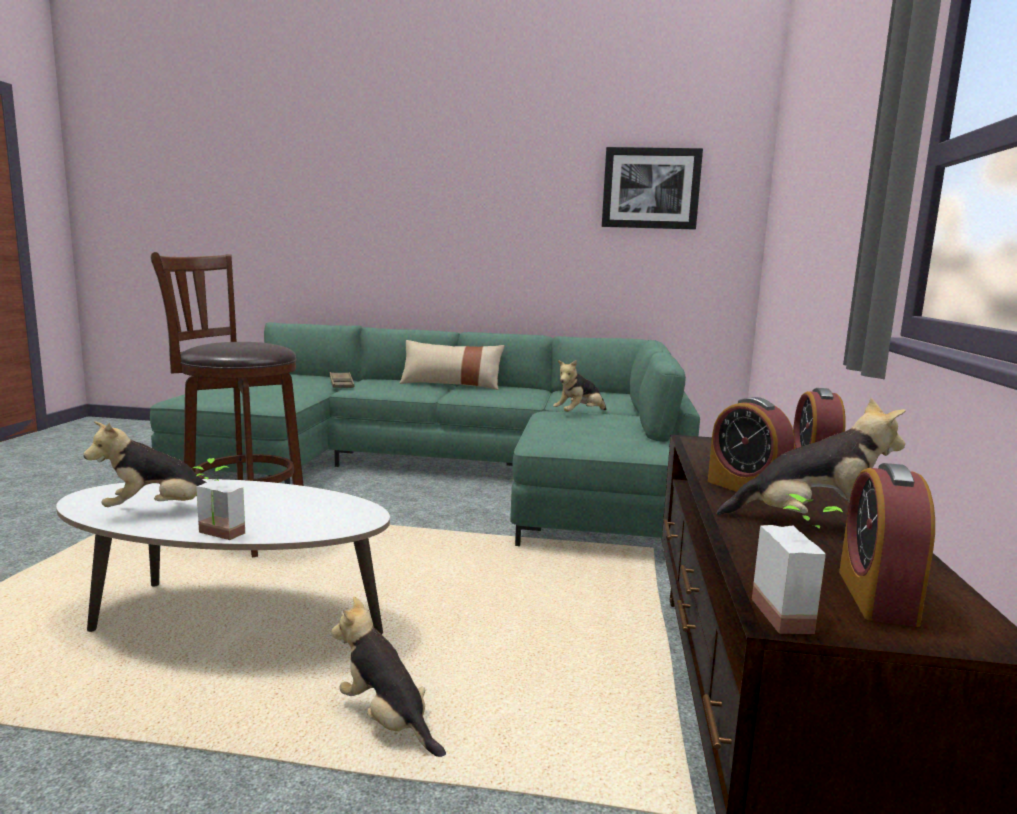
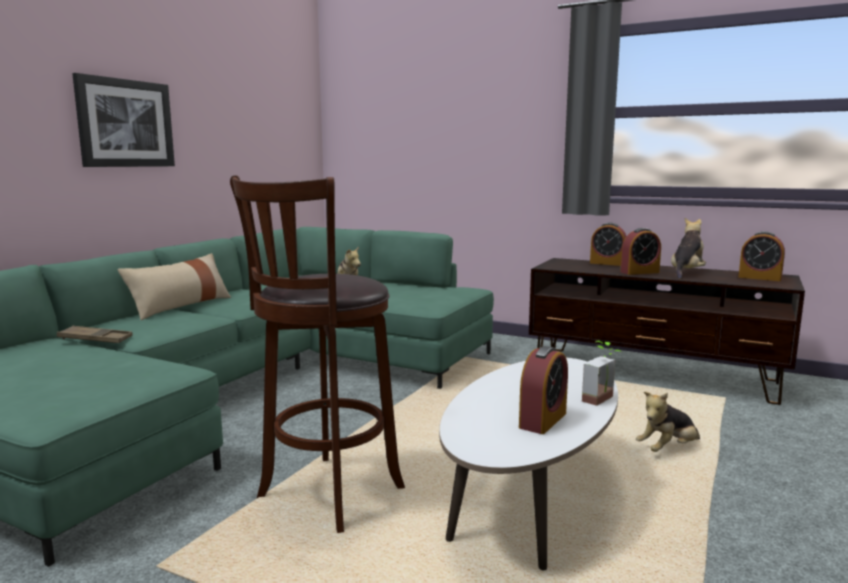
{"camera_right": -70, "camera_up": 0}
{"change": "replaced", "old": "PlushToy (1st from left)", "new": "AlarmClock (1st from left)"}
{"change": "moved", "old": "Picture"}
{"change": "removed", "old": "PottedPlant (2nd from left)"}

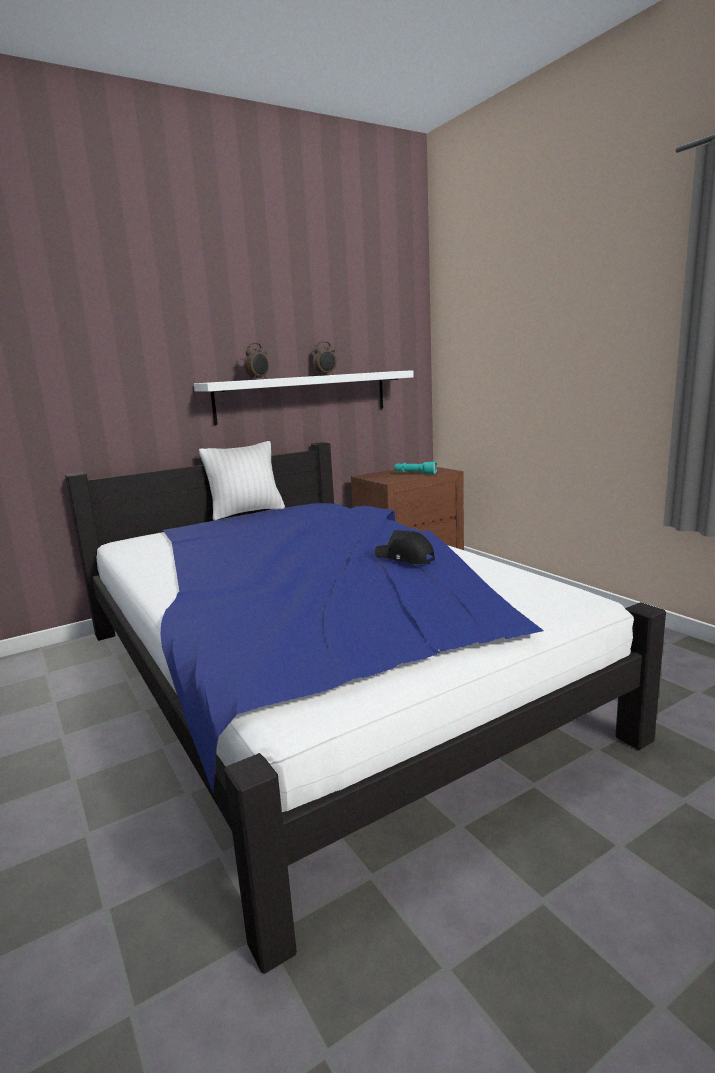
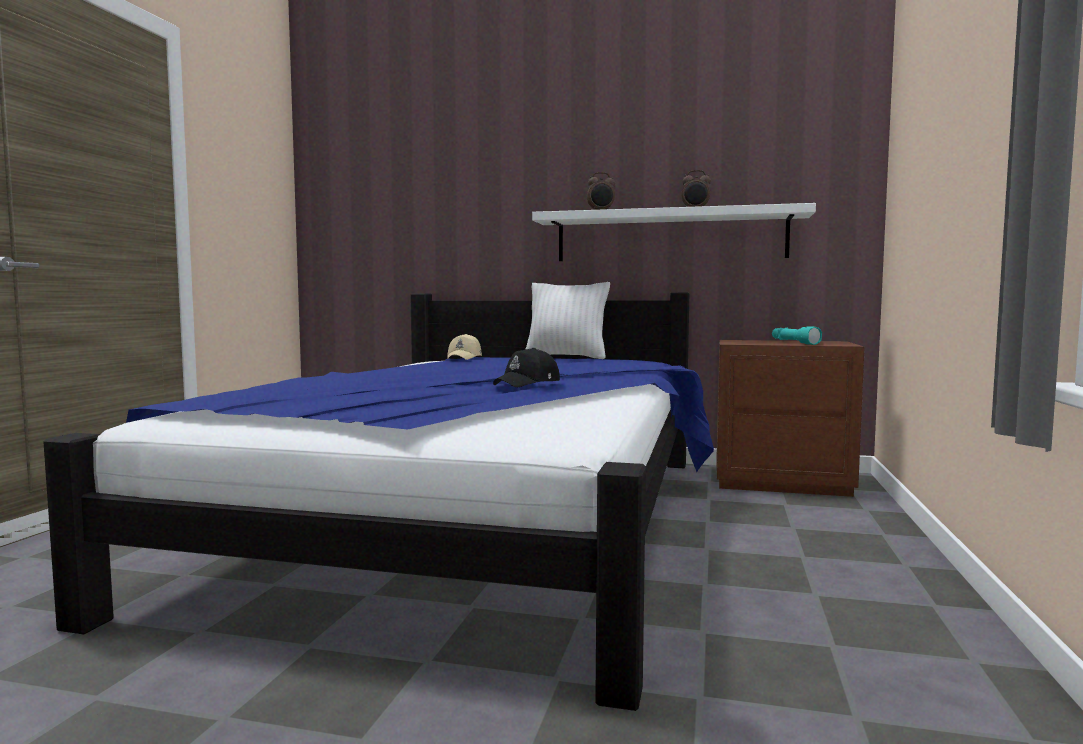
{"camera_right": 45, "camera_up": -10}
{"change": "turned", "old": "BlackCap", "degrees": -135}
{"change": "added", "new": "BeigeCap"}

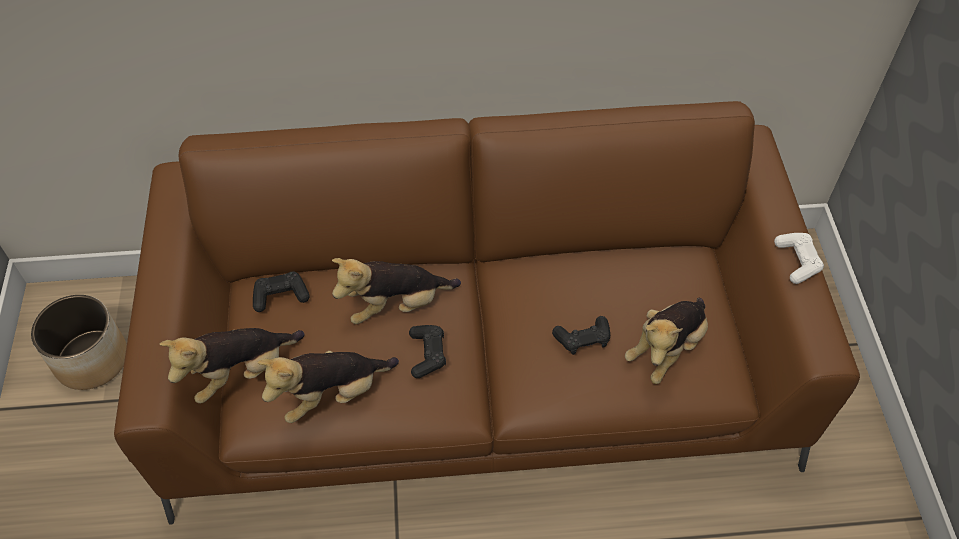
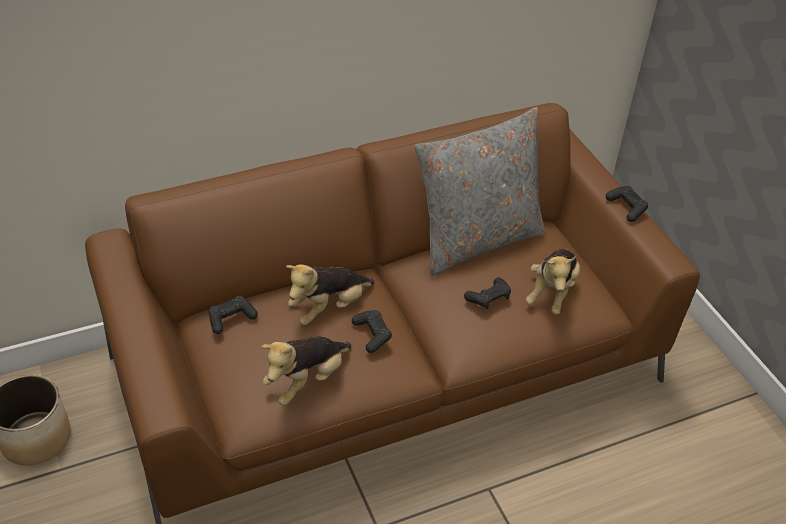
{"camera_right": -20, "camera_up": -10}
{"change": "removed", "old": "PlushToy (1st from left)"}
{"change": "recoloured", "old": "WhiteGameController", "new": "BlackGameController (4th from left)"}
{"change": "added", "new": "GreyPillow"}

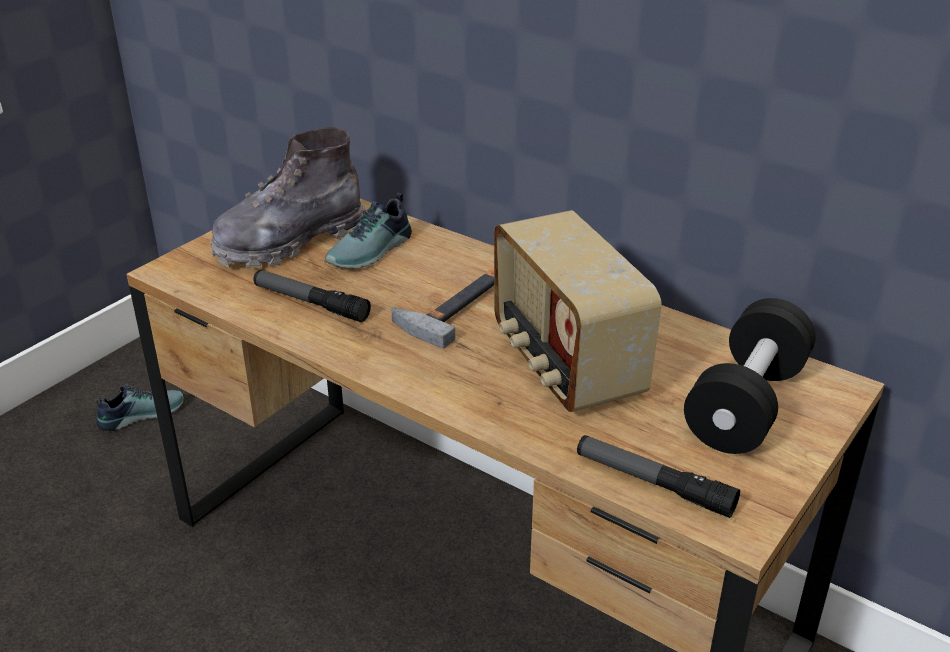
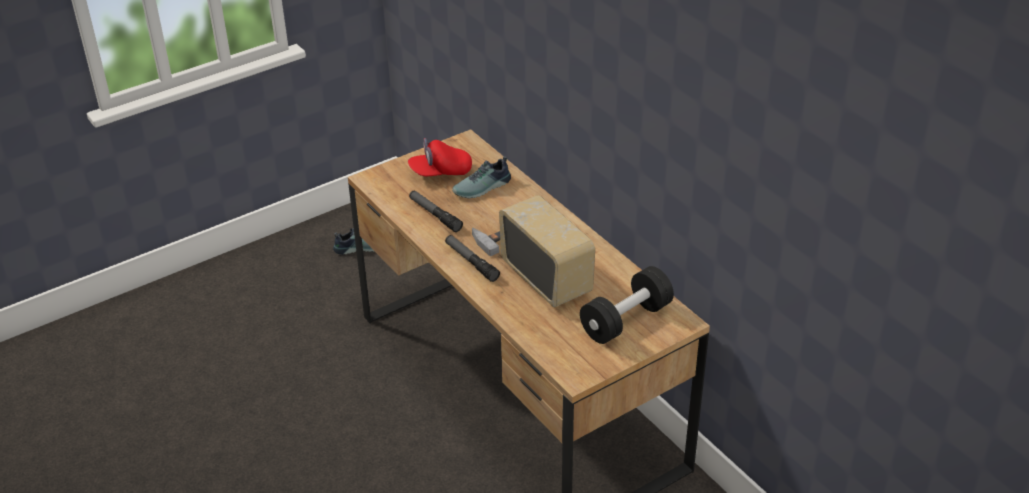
{"camera_right": 20, "camera_up": 5}
{"change": "replaced", "old": "GreyBoot", "new": "RedCap"}
{"change": "turned", "old": "Radio", "degrees": 150}
{"change": "moved", "old": "Flashlight (2nd from left)"}

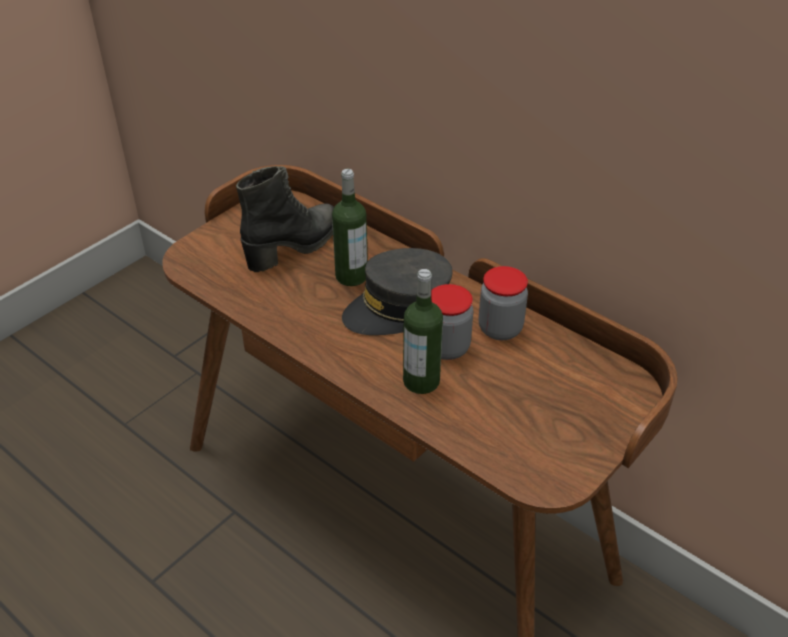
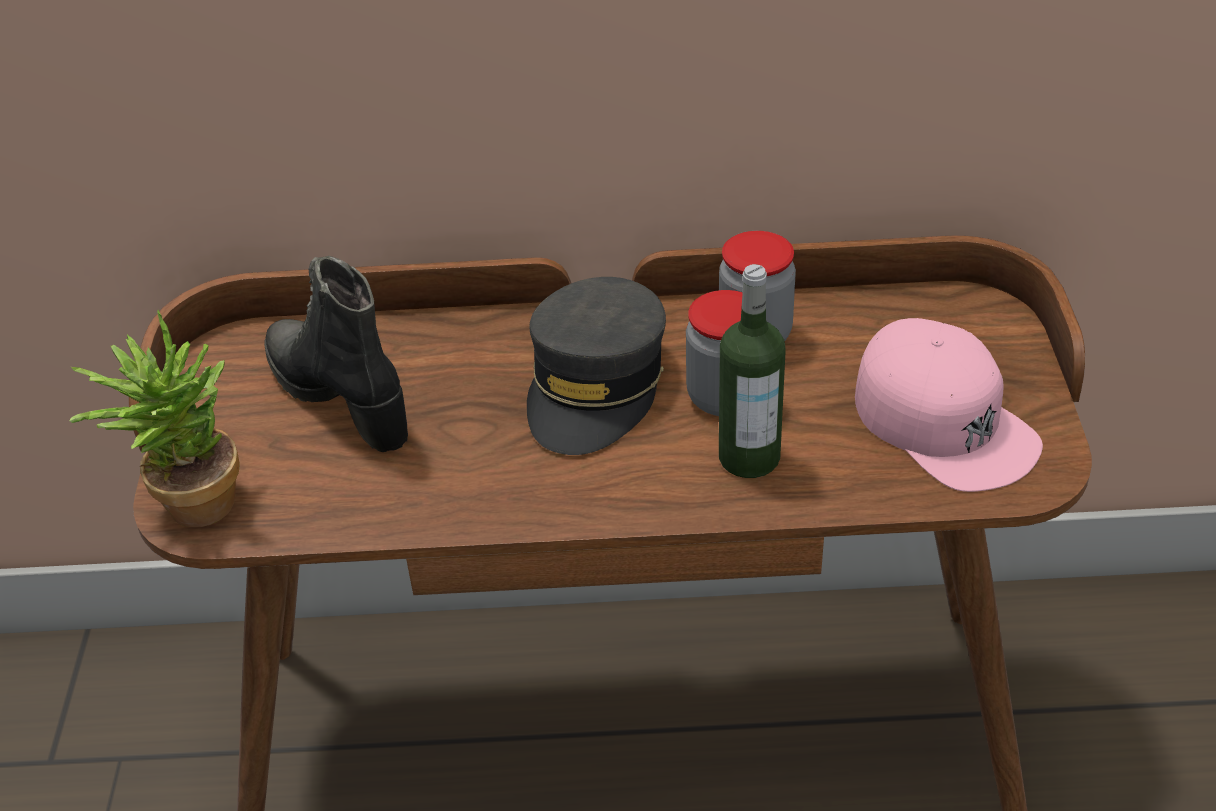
{"camera_right": -40, "camera_up": 0}
{"change": "turned", "old": "BlackBoot", "degrees": -45}
{"change": "removed", "old": "Bottle (1st from left)"}
{"change": "added", "new": "PottedPlant"}
{"change": "added", "new": "PinkCap"}

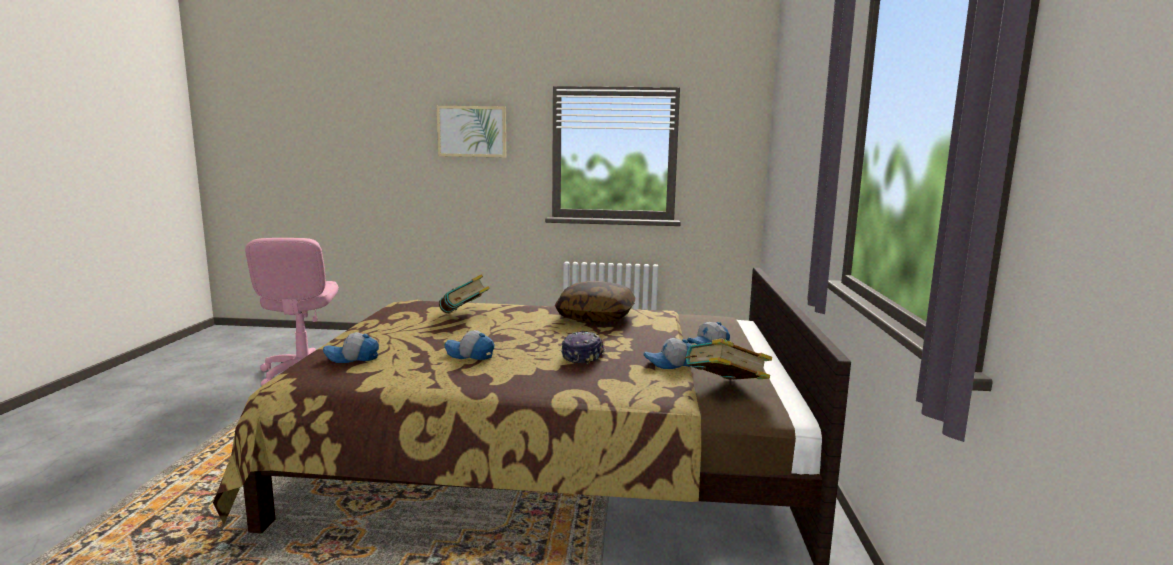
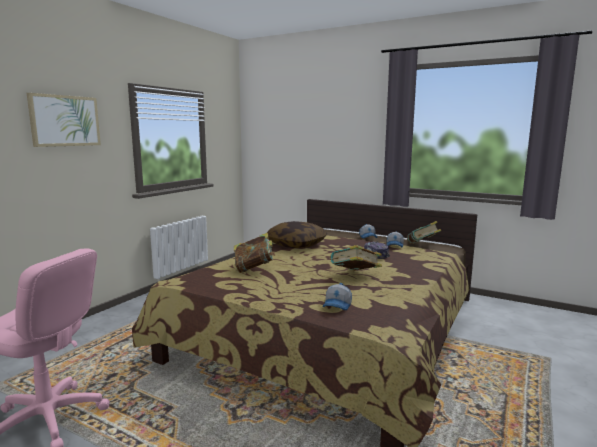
{"camera_right": -65, "camera_up": 0}
{"change": "replaced", "old": "Cap (2nd from left)", "new": "Book (2nd from left)"}

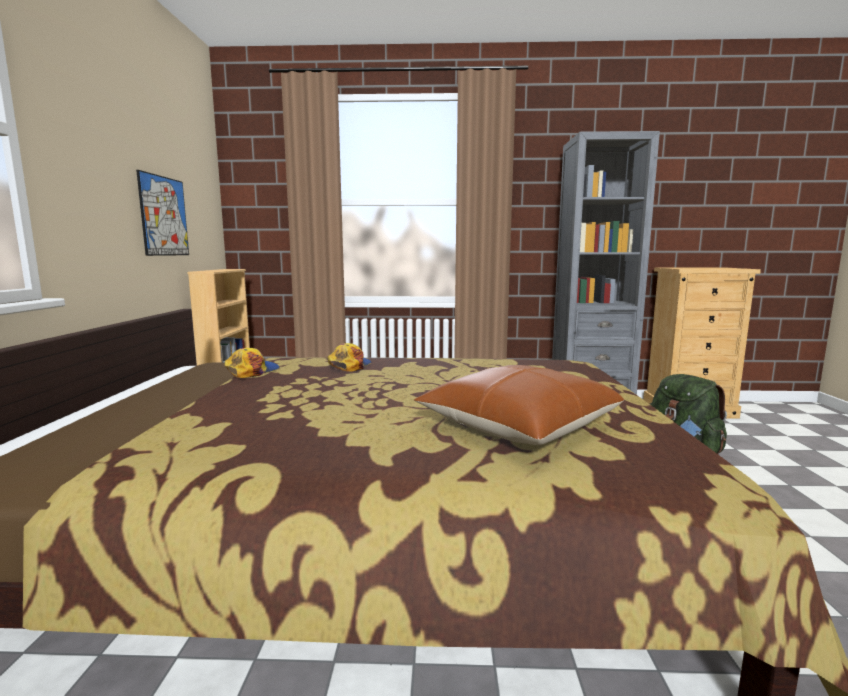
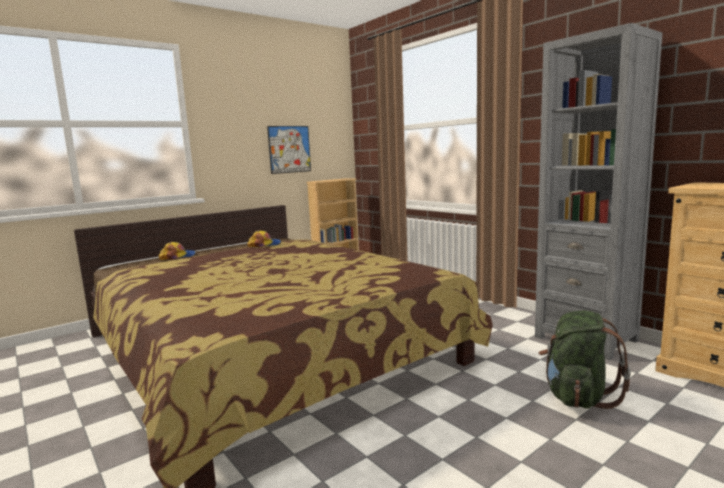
{"camera_right": 50, "camera_up": 0}
{"change": "moved", "old": "Cap (2nd from left in the first image)", "new": "Cap (1st from left)"}
{"change": "removed", "old": "BrownPillow"}

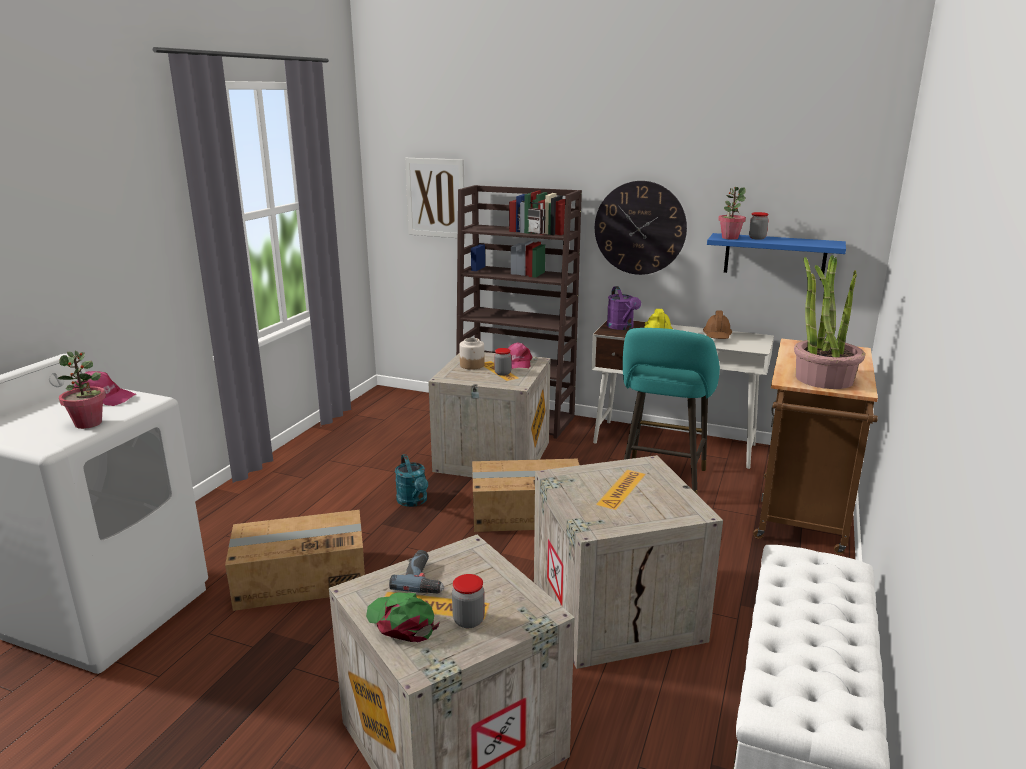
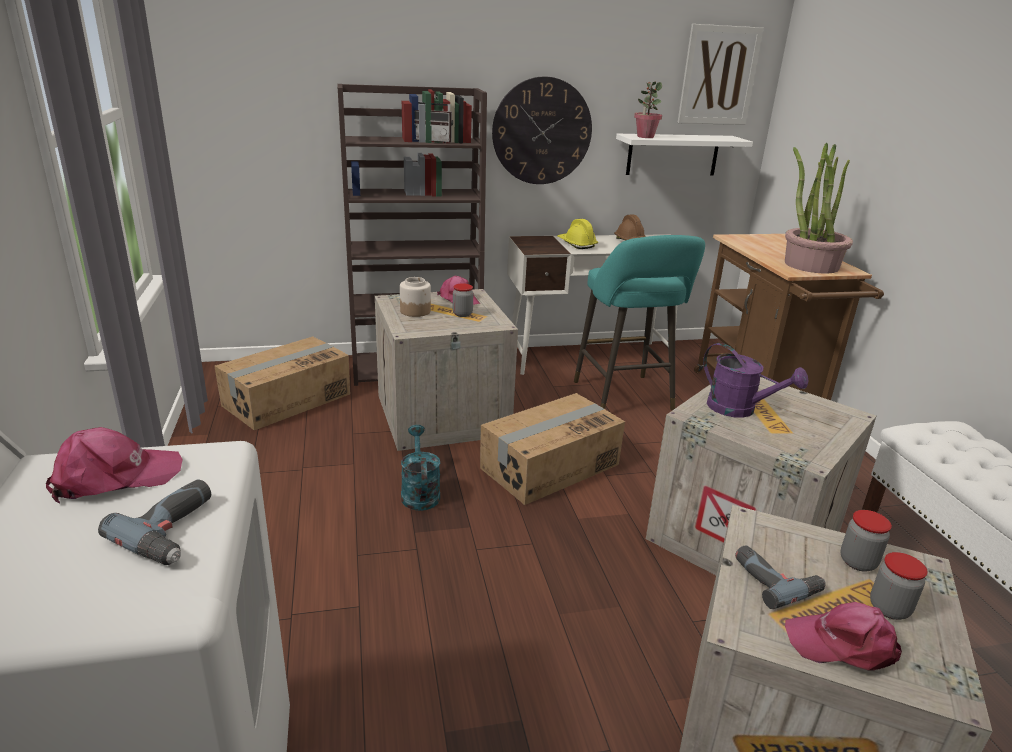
{"camera_right": -35, "camera_up": 5}
{"change": "replaced", "old": "PottedPlant (1st from left)", "new": "PowerDrill (1st from left)"}
{"change": "moved", "old": "CardboardBox (1st from left)"}
{"change": "recoloured", "old": "GreenCap", "new": "PinkCap (3rd from left)"}
{"change": "turned", "old": "TurquoiseWateringCan", "degrees": -135}
{"change": "moved", "old": "Picture"}
{"change": "moved", "old": "PurpleWateringCan"}
{"change": "recoloured", "old": "BlueShelf", "new": "WhiteShelf"}
{"change": "moved", "old": "Jar (4th from left in the first image)", "new": "Jar (3rd from left)"}

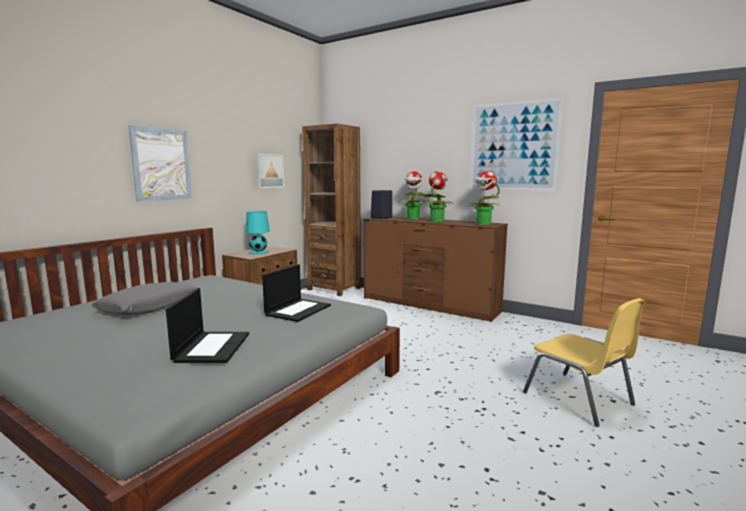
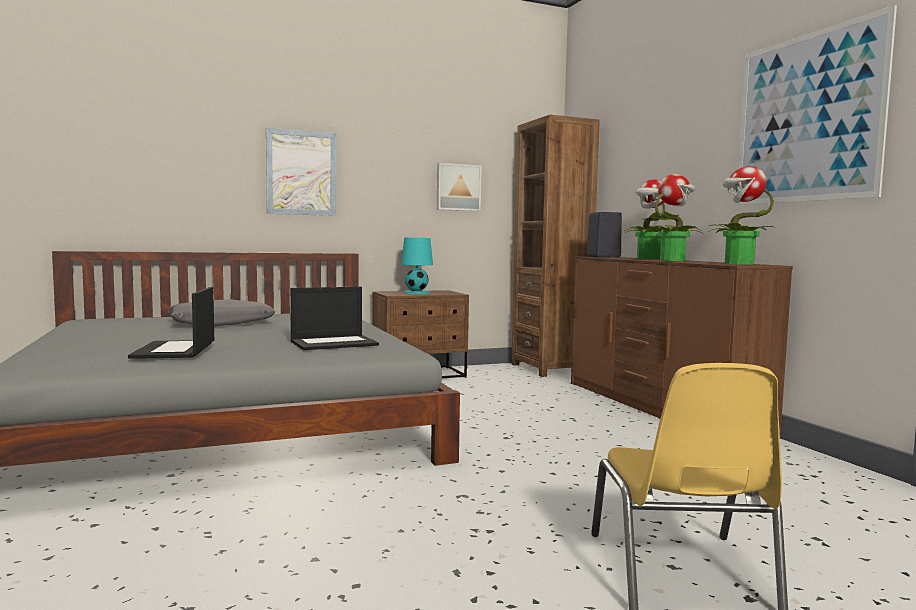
{"camera_right": 35, "camera_up": -5}
{"change": "turned", "old": "Laptop (1st from left)", "degrees": 135}

